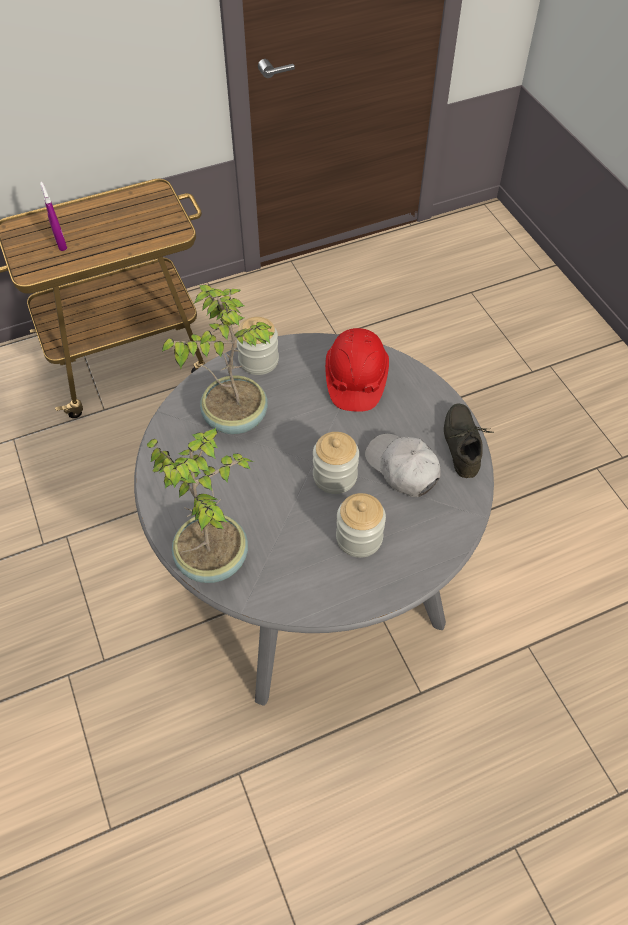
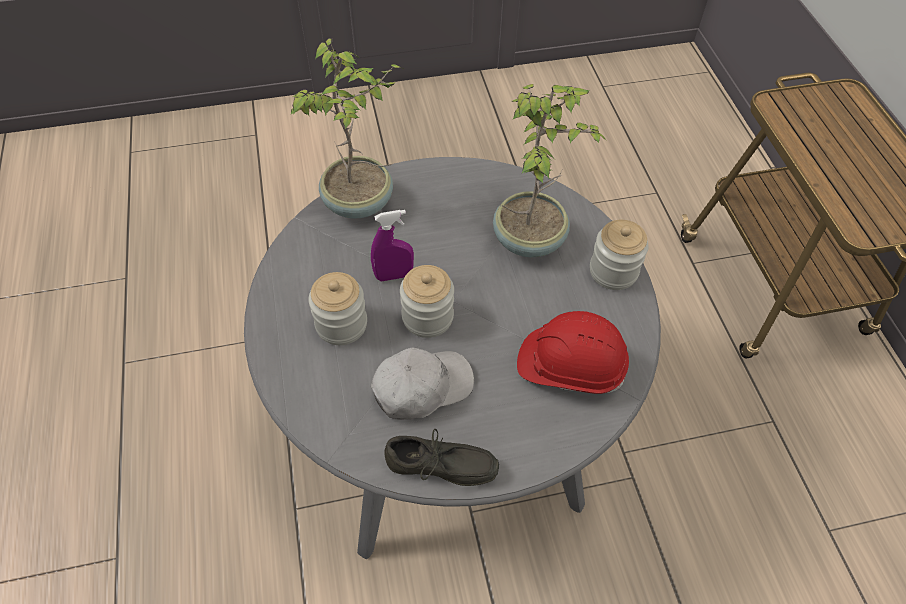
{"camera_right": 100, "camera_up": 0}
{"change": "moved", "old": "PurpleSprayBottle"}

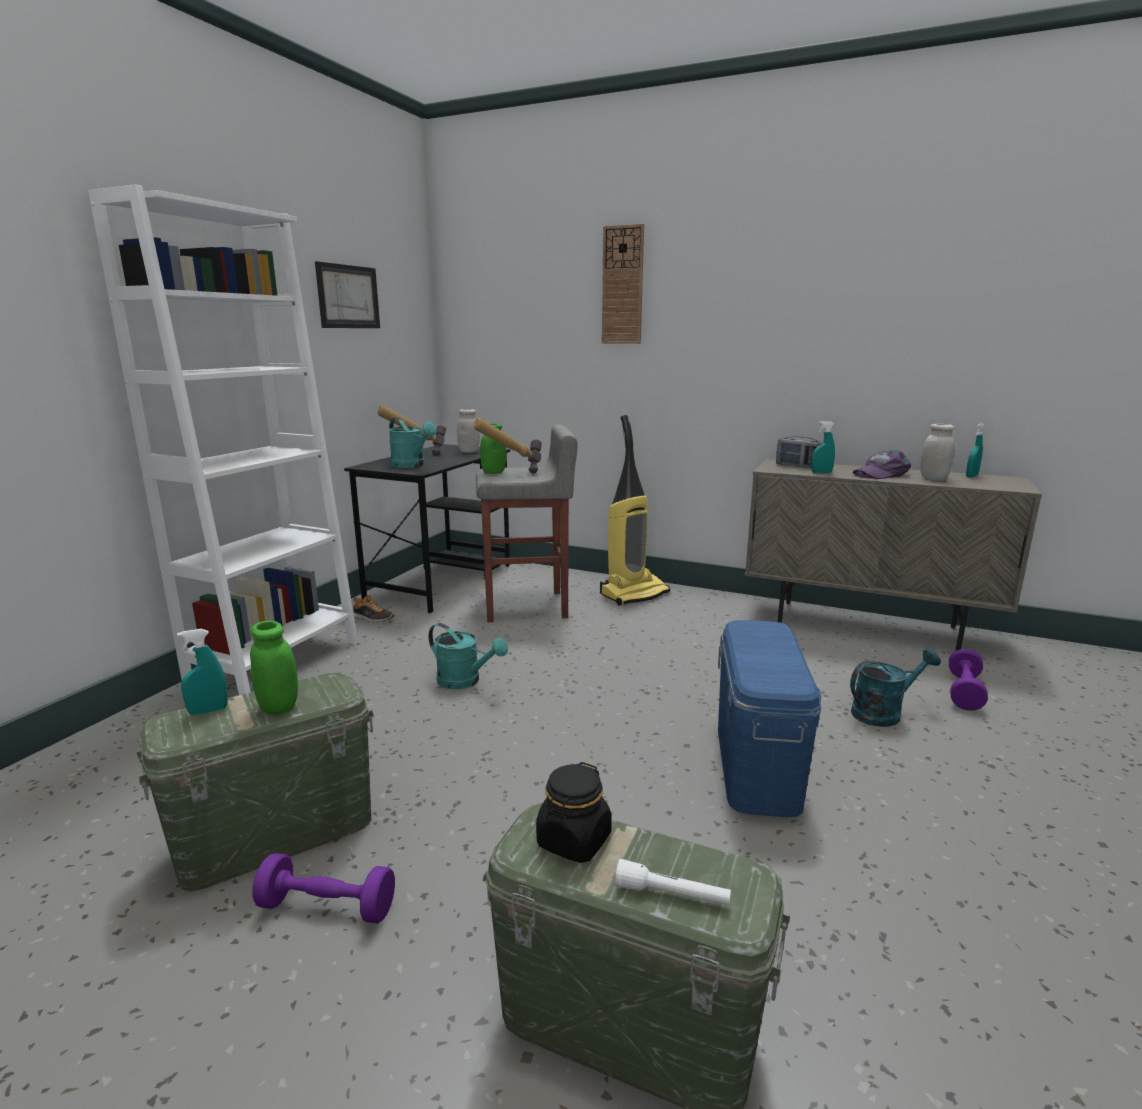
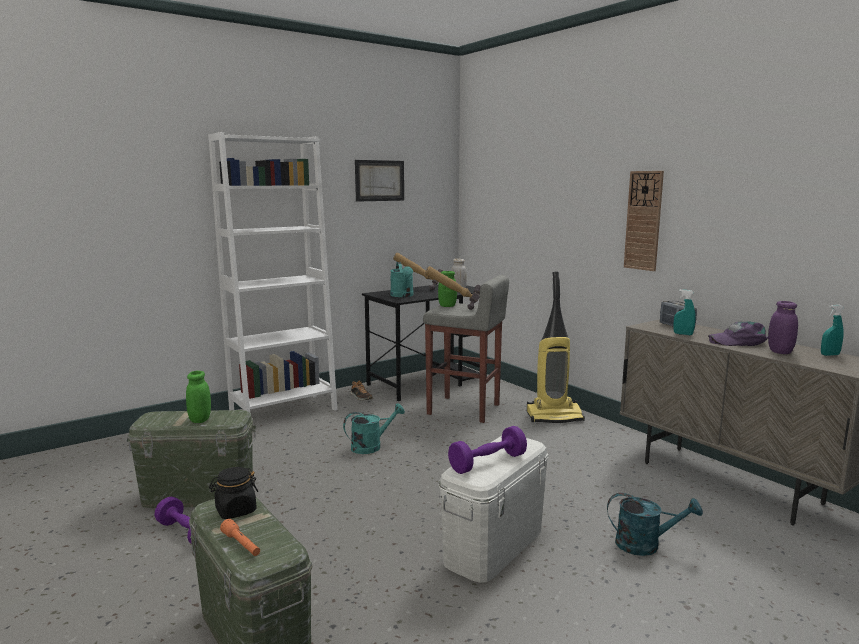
{"camera_right": 30, "camera_up": -5}
{"change": "removed", "old": "TurquoiseSprayBottle (1st from left)"}
{"change": "turned", "old": "TurquoiseWateringCan (2nd from left in the first image)", "degrees": -90}
{"change": "moved", "old": "WallClock"}
{"change": "recoloured", "old": "WhiteFlashlight", "new": "OrangeFlashlight"}
{"change": "recoloured", "old": "BlueStorageBox", "new": "WhiteStorageBox"}
{"change": "recoloured", "old": "WhiteJar (2nd from left)", "new": "PurpleJar"}
{"change": "moved", "old": "PurpleDumbbell (2nd from left)"}

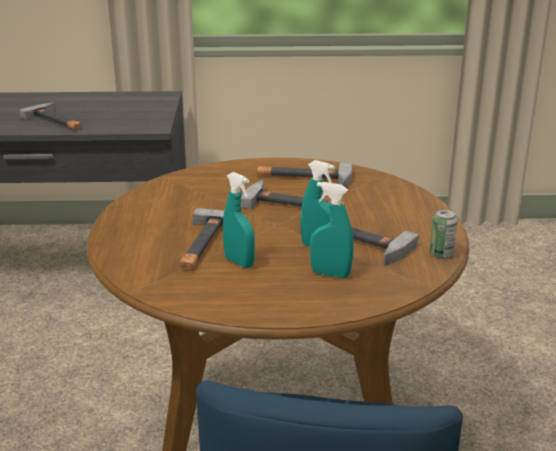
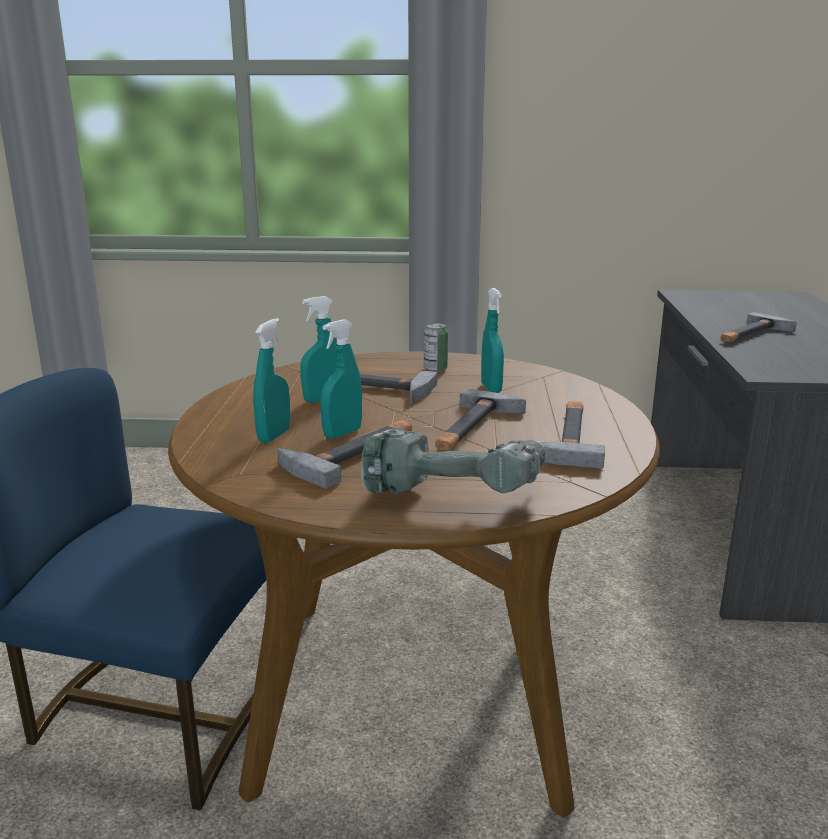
{"camera_right": 95, "camera_up": -5}
{"change": "moved", "old": "Can"}
{"change": "added", "new": "PowerDrill"}
{"change": "added", "new": "TurquoiseSprayBottle (4th from left)"}

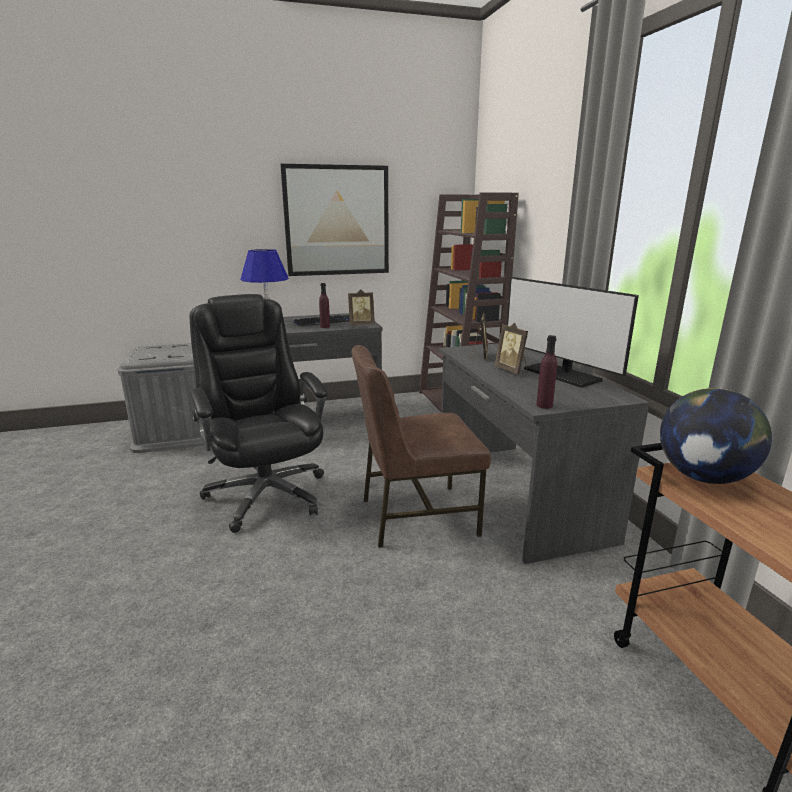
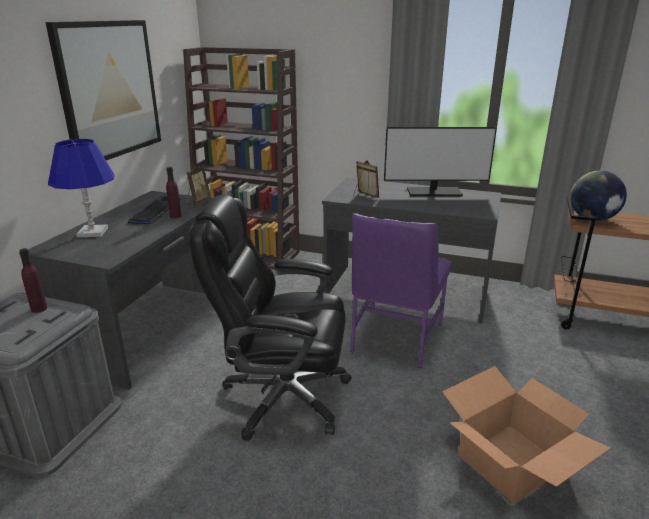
{"camera_right": -55, "camera_up": 5}
{"change": "recoloured", "old": "BrownChair", "new": "PurpleChair"}
{"change": "removed", "old": "PictureFrame (3rd from left)"}
{"change": "moved", "old": "PurpleBottle (2nd from left in the first image)", "new": "PurpleBottle (1st from left)"}
{"change": "added", "new": "CardboardBox"}

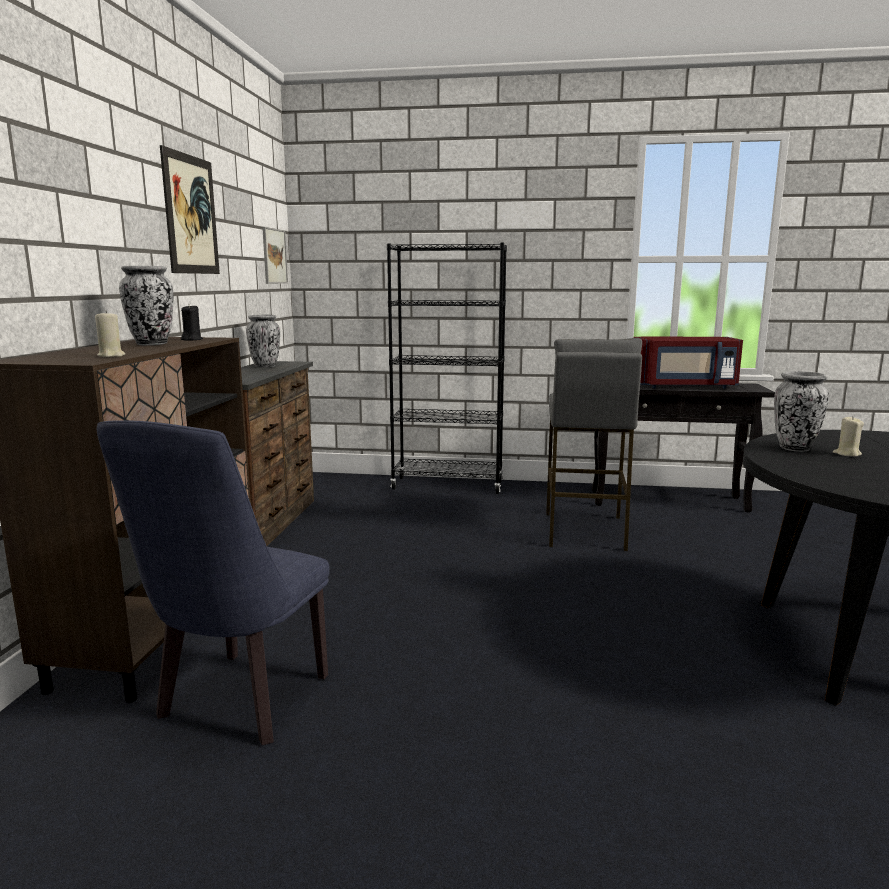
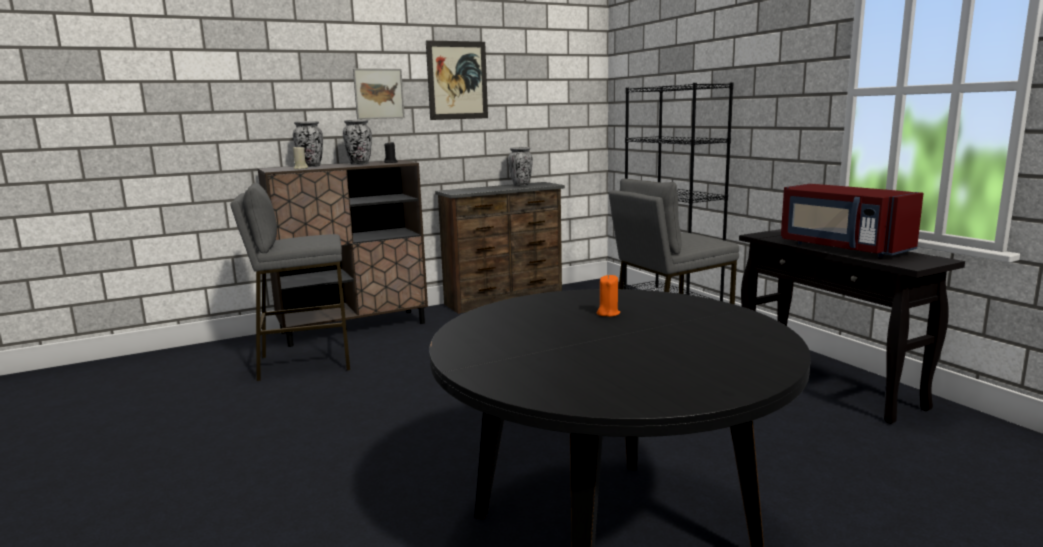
{"camera_right": 55, "camera_up": 0}
{"change": "replaced", "old": "BlueChair", "new": "GreyStool (1st from left)"}
{"change": "moved", "old": "Picture (2nd from left in the first image)", "new": "Picture (1st from left)"}
{"change": "moved", "old": "Vase (3rd from left in the first image)", "new": "Vase (1st from left)"}
{"change": "recoloured", "old": "BeigeCandle (2nd from left)", "new": "OrangeCandle"}

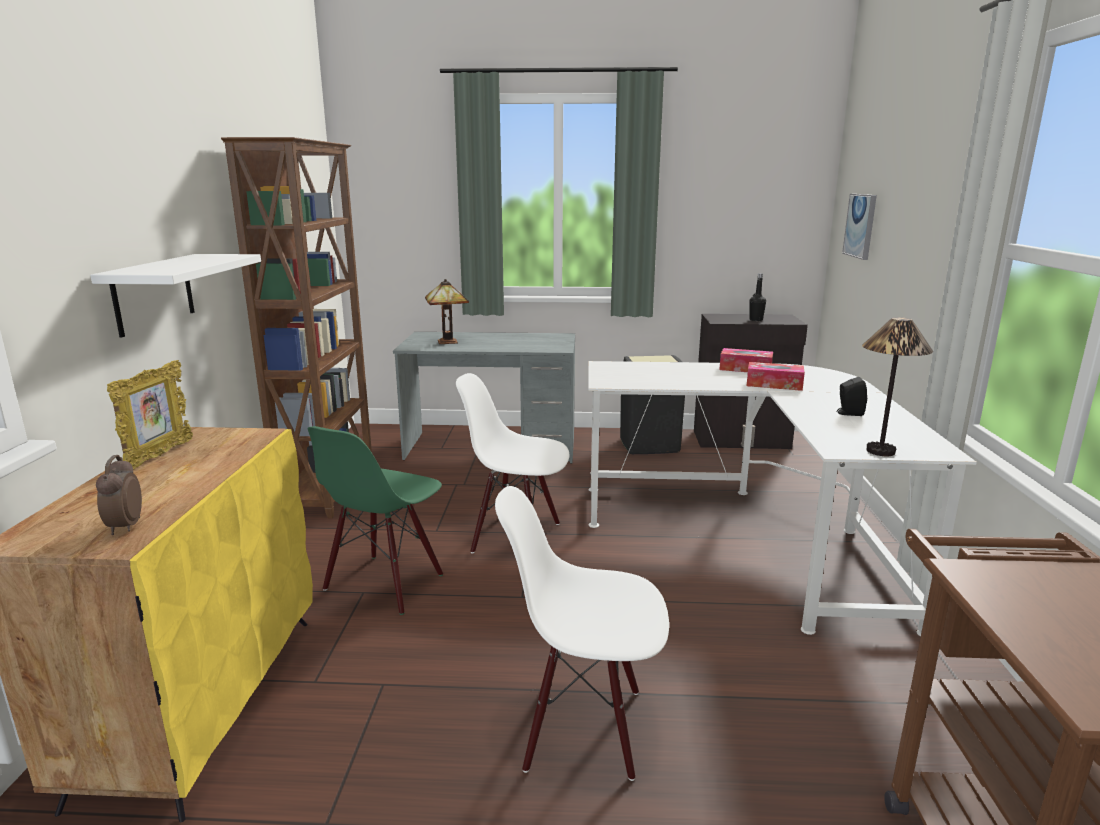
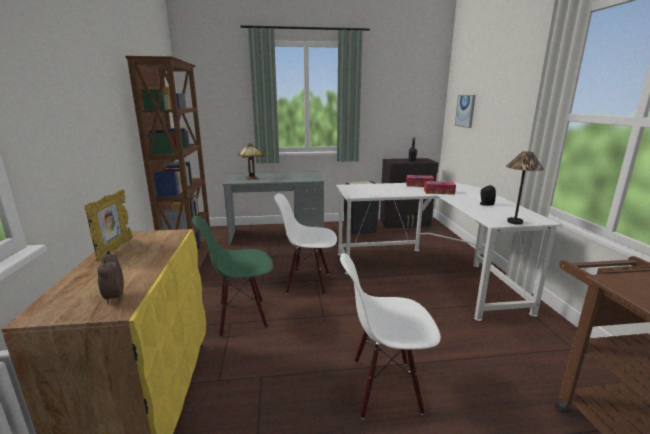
{"camera_right": -10, "camera_up": 0}
{"change": "removed", "old": "WhiteShelf"}
{"change": "turned", "old": "GreenChair", "degrees": 60}

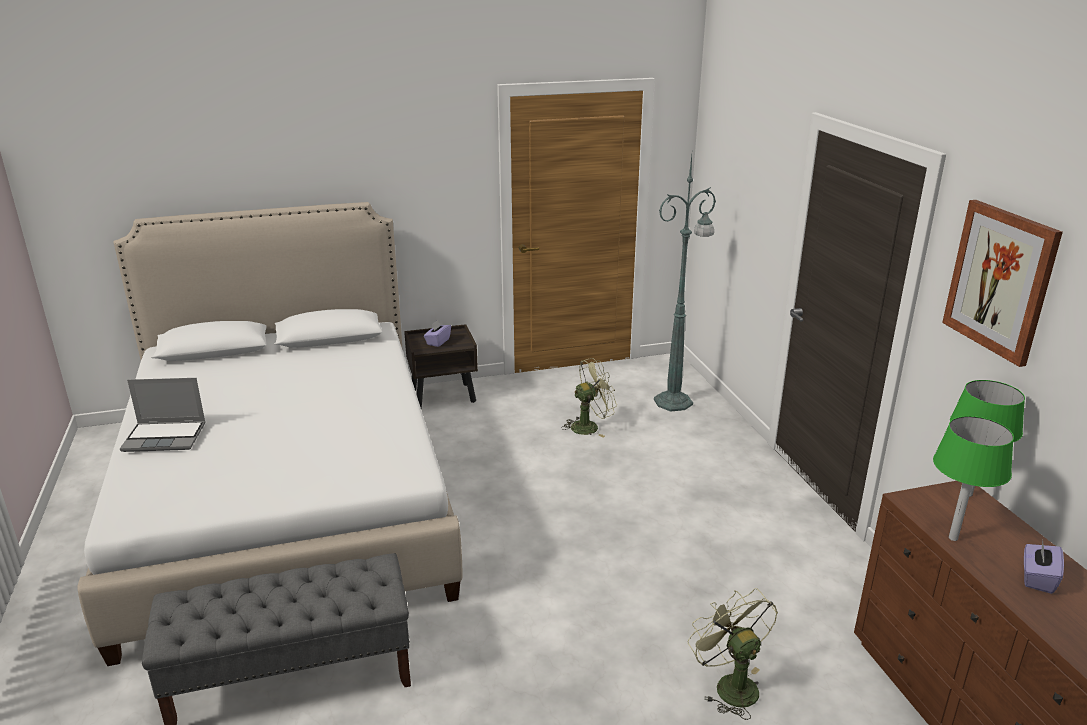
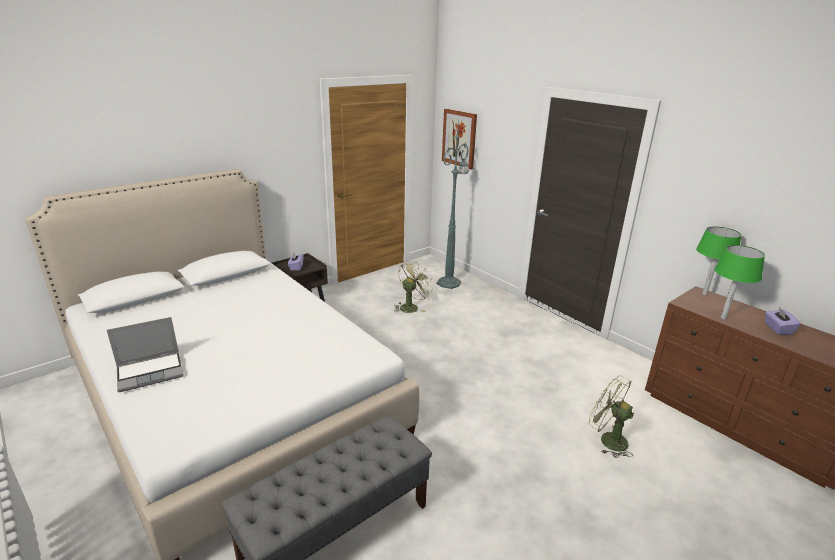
{"camera_right": -25, "camera_up": 0}
{"change": "moved", "old": "Picture"}

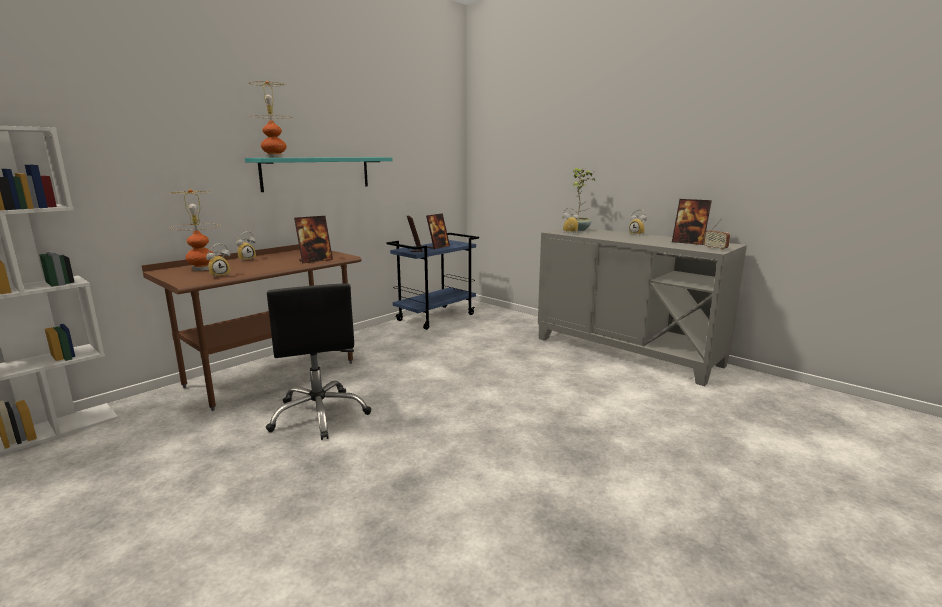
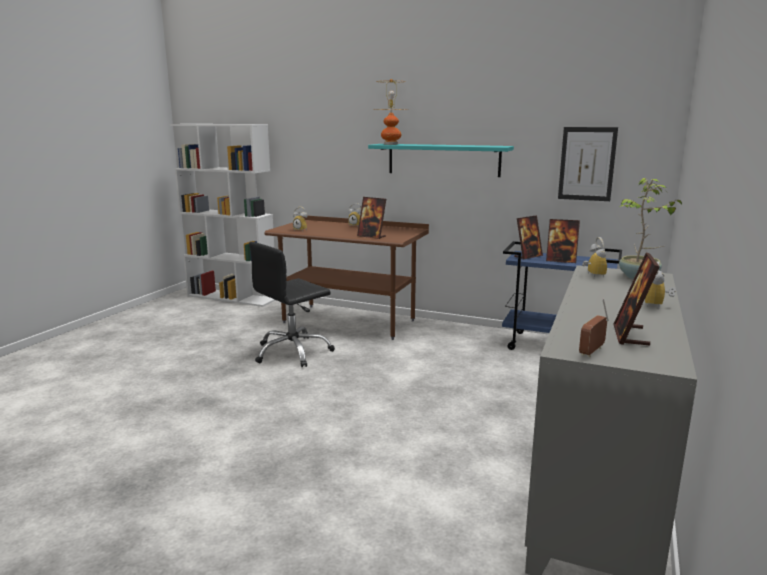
{"camera_right": 70, "camera_up": 0}
{"change": "removed", "old": "TableLamp (1st from left)"}
{"change": "added", "new": "Picture"}

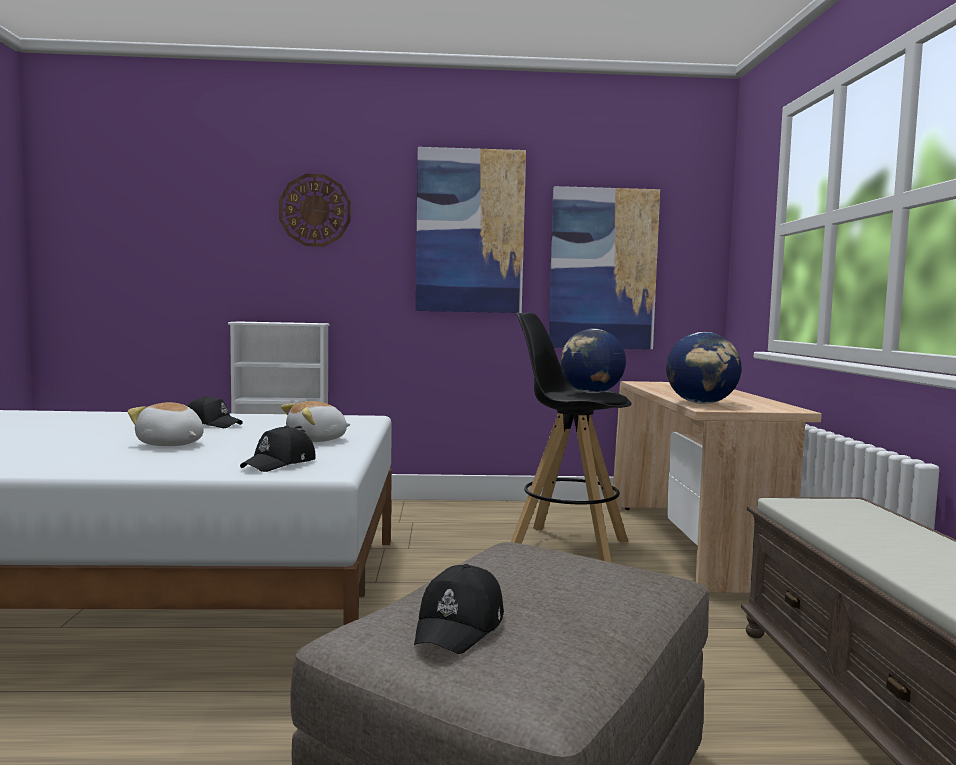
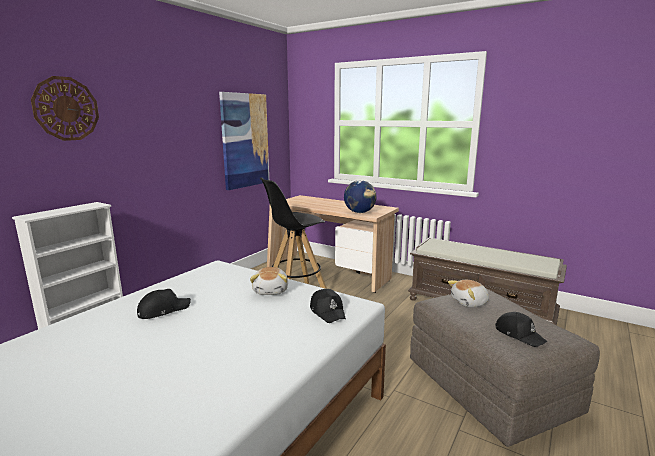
{"camera_right": -55, "camera_up": 10}
{"change": "moved", "old": "PlushToy (1st from left in the first image)", "new": "PlushToy (2nd from left)"}
{"change": "removed", "old": "Picture (1st from left)"}
{"change": "removed", "old": "Globe (1st from left)"}

